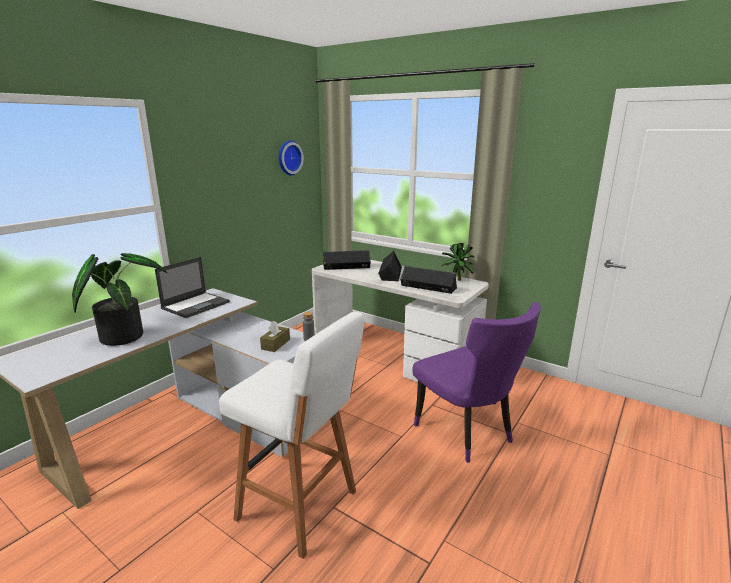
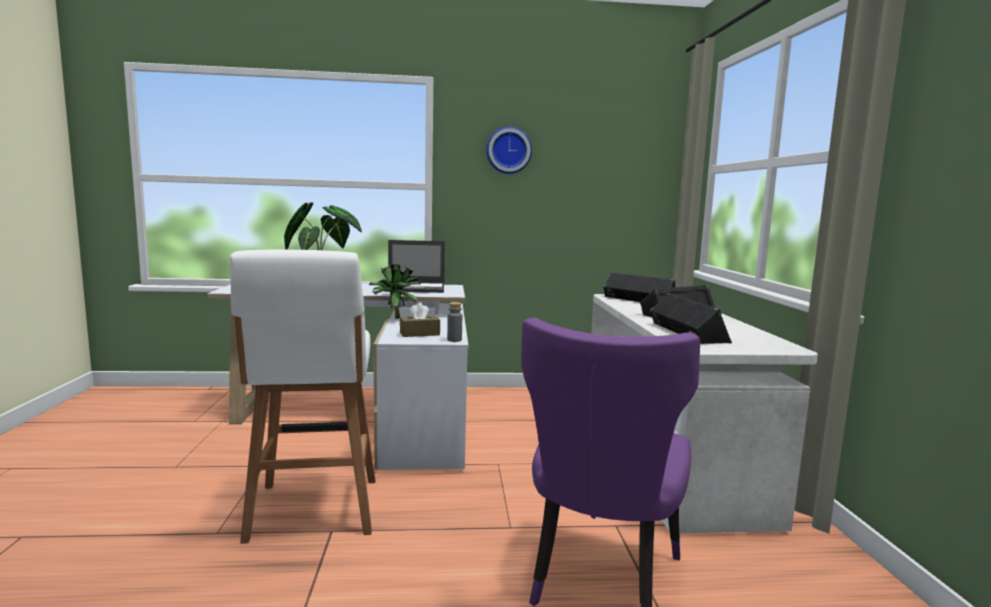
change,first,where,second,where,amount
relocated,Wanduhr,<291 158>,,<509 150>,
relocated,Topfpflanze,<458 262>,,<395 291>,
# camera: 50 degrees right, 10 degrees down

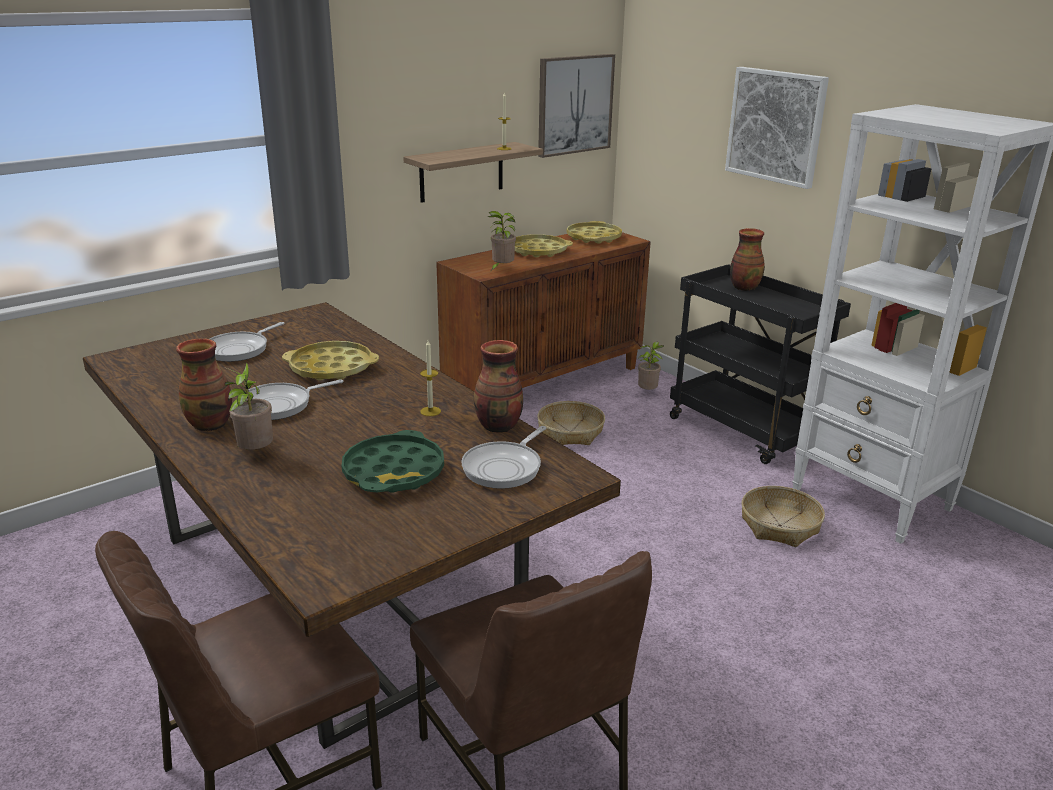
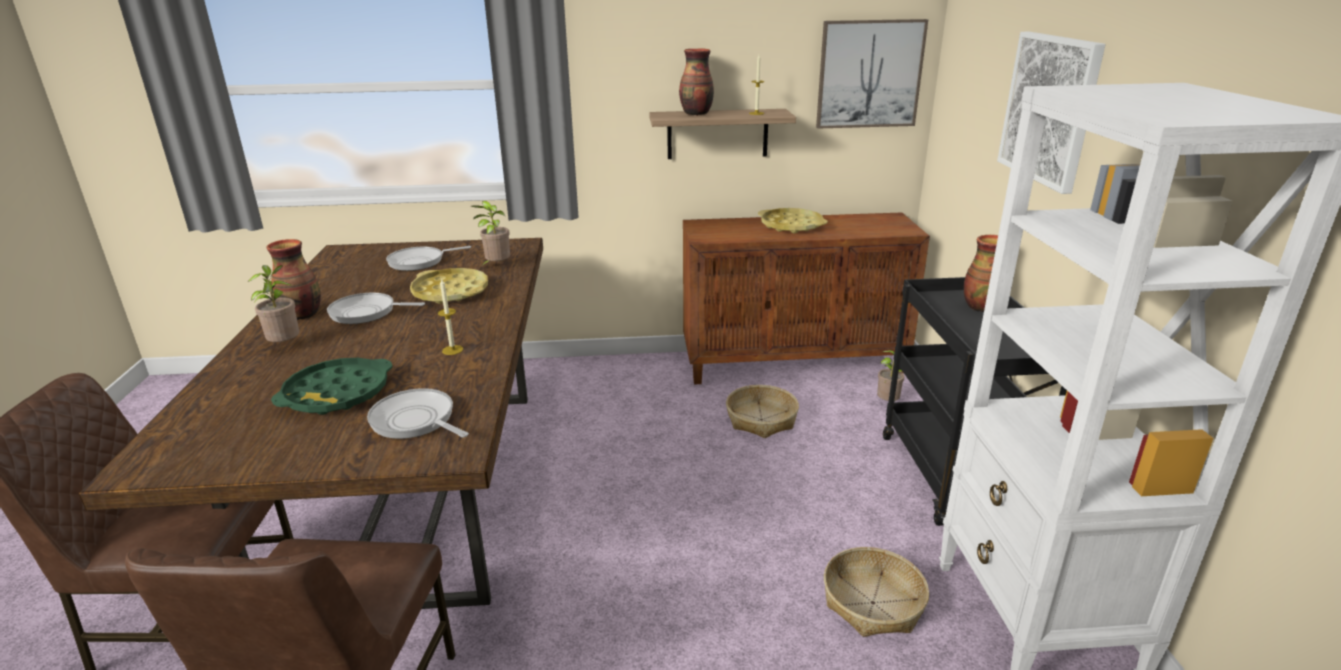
change,first,where,second,where,amount
missing,Tablett (gelb),<594 232>,,,
relocated,Vase,<498 386>,,<696 82>,
relocated,Topfpflanze,<502 241>,,<490 233>,
spun,Pfanne,<504 457>,,<418 413>,60 degrees clockwise
# camera: 35 degrees right, 0 degrees up

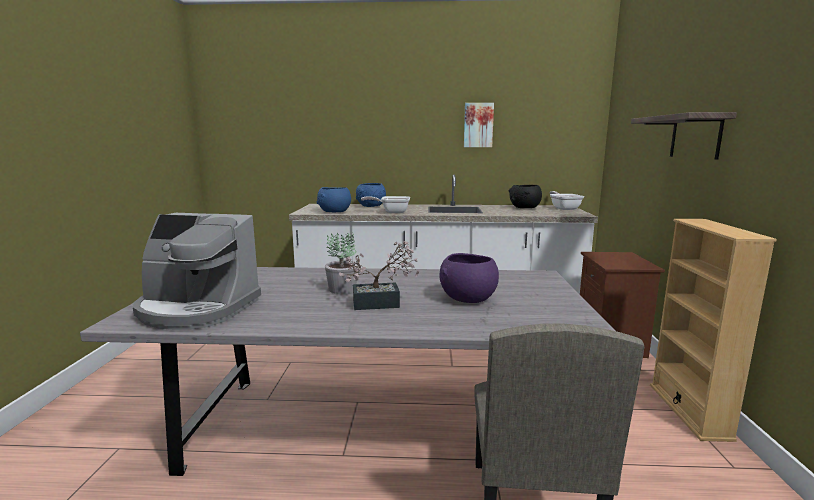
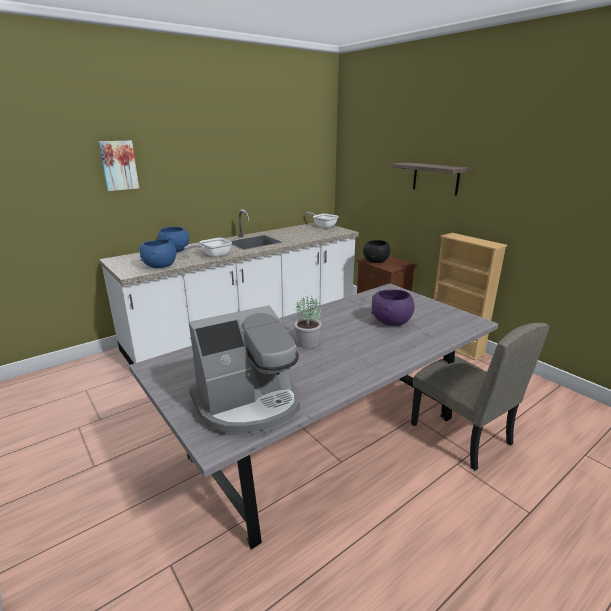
change,first,where,second,where,amount
missing,Topfpflanze,<379 275>,,,
relocated,Bild,<479 125>,,<118 166>,
relocated,Schüssel (schwarz),<525 196>,,<376 251>,
# camera: 40 degrees left, 10 degrees up

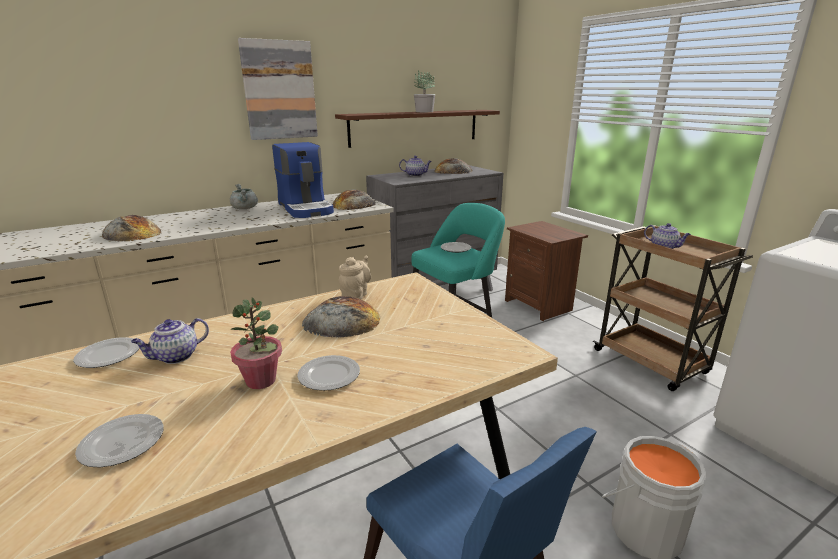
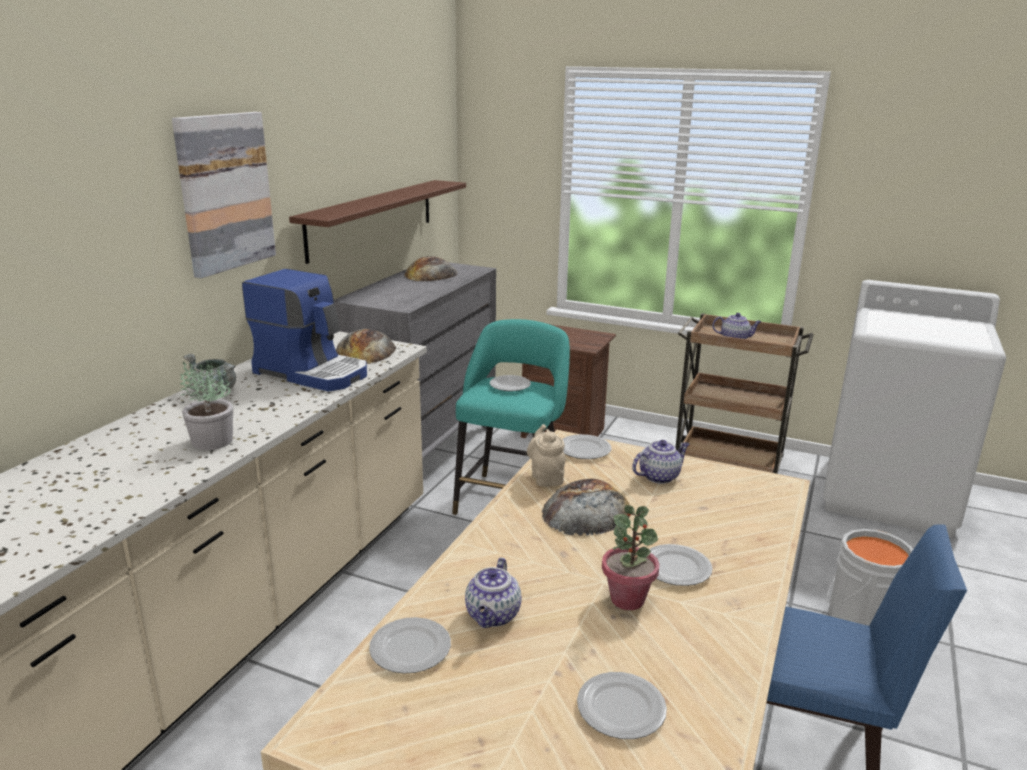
change,first,where,second,where,amount
missing,Brot,<131 228>,,,
appeared,,,Teller,<587 446>,
relocated,Teekanne,<415 166>,,<660 462>,
relocated,Topfpflanze,<424 91>,,<206 405>,
# camera: 35 degrees left, 0 degrees up

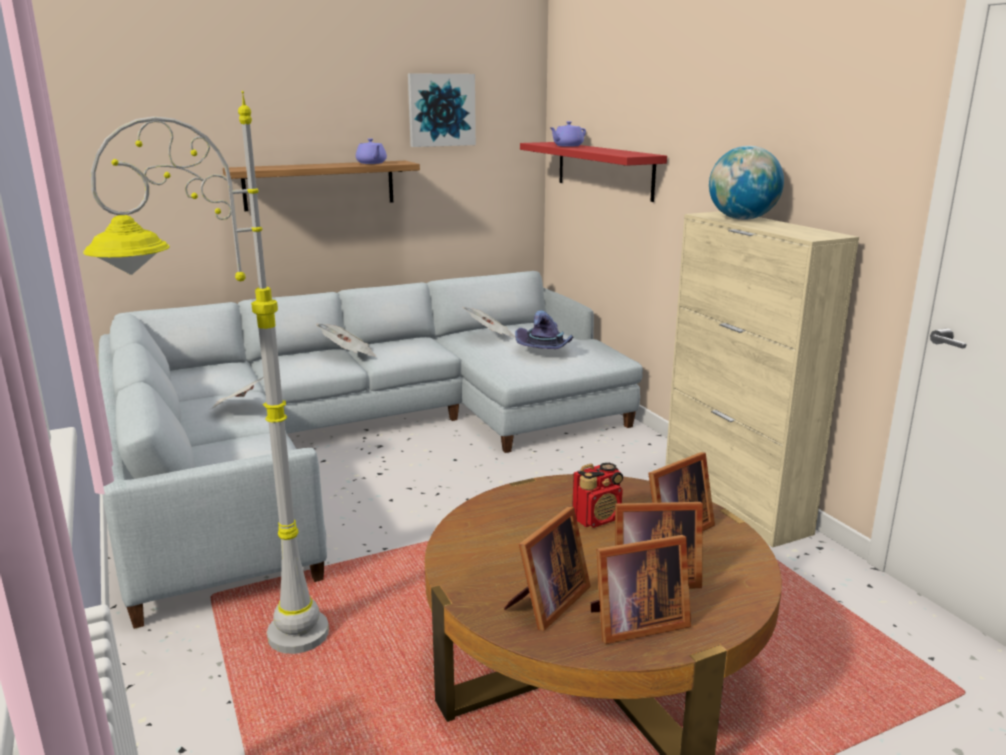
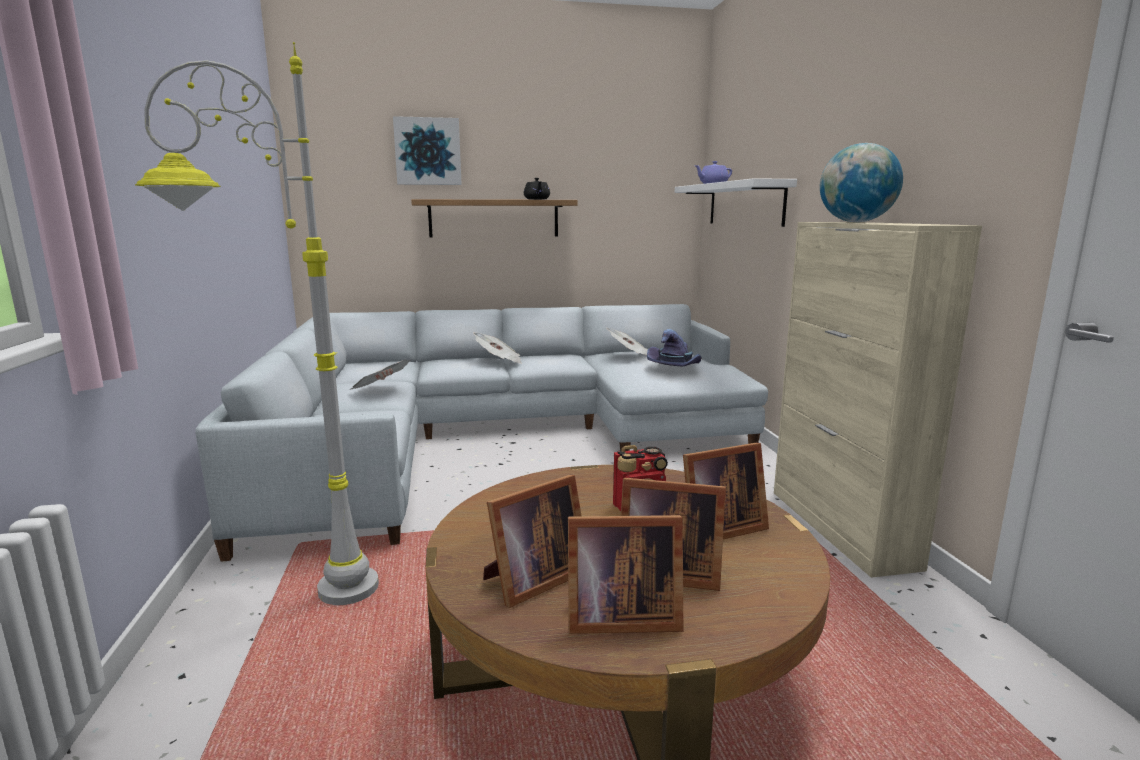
change,first,where,second,where,amount
relocated,Bild,<442 110>,,<427 150>,
colour,Teekanne (lila),<371 151>,Teekanne (schwarz),<537 189>,
colour,Wandregal (rot),<593 172>,Wandregal (weiß),<736 202>,
# camera: 15 degrees right, 5 degrees down

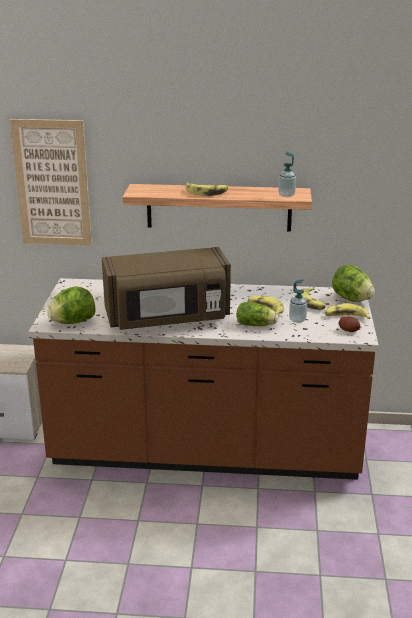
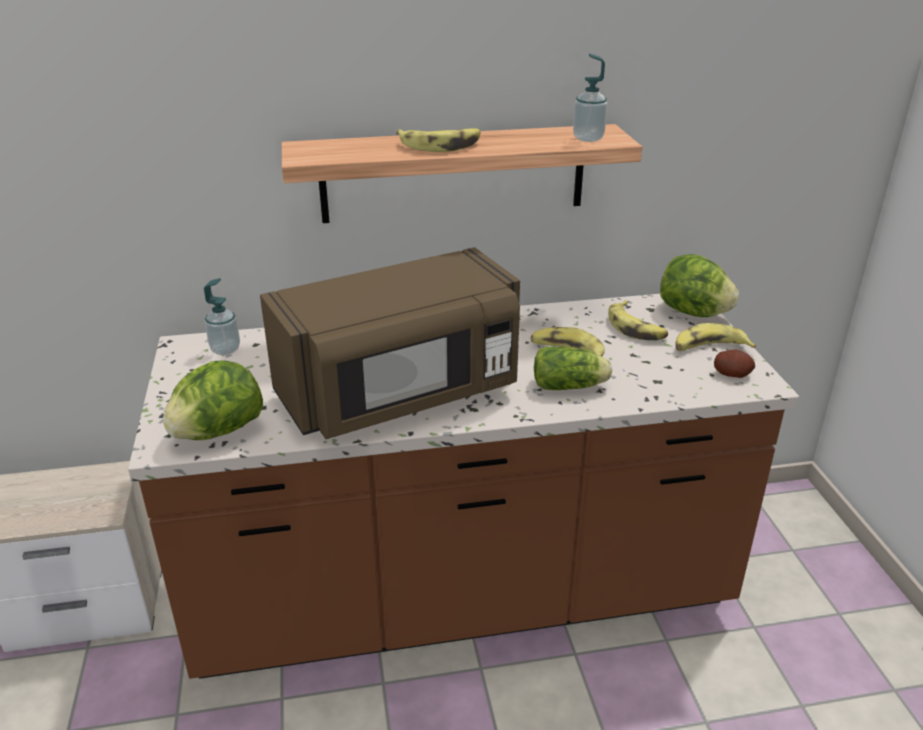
change,first,where,second,where,amount
missing,Bild,<51 182>,,,
relocated,Seifenspender,<298 301>,,<222 316>,
# camera: 15 degrees left, 5 degrees up

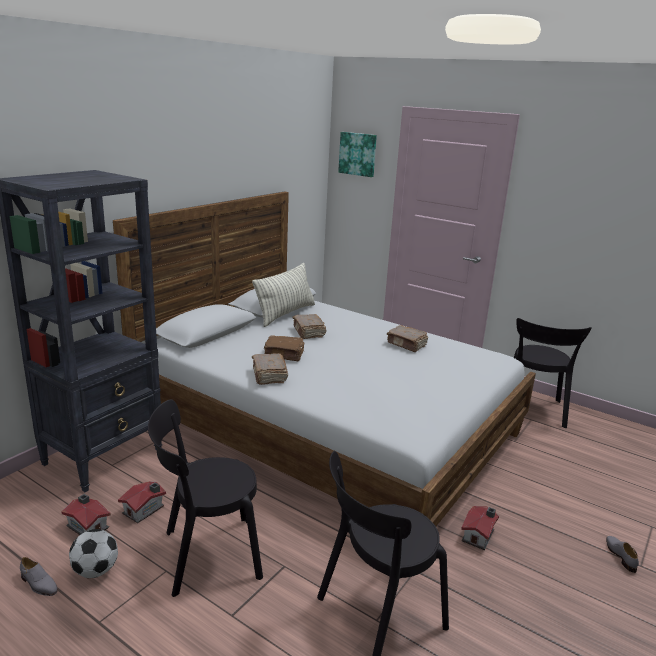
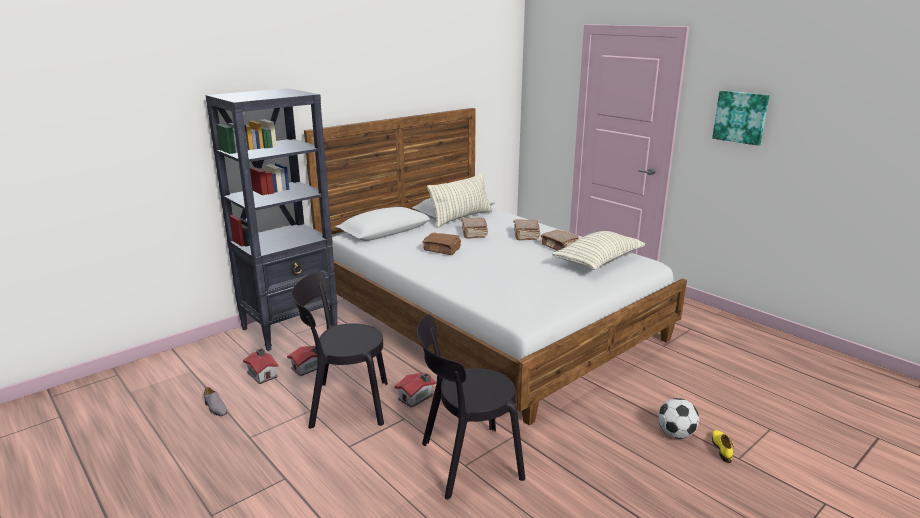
change,first,where,second,where,amount
missing,Stuhl (schwarz),<553 373>,,,
appeared,,,Kissen,<598 250>,
relocated,Fußball,<93 553>,,<678 418>,
relocated,Buch (braun),<270 369>,,<526 229>,
relocated,Bild,<357 154>,,<740 118>,
relocated,Spielzeughaus,<480 528>,,<415 390>,
colour,Schuh (grau),<622 554>,Schuh (gelb),<723 446>,
# camera: 15 degrees right, 0 degrees up

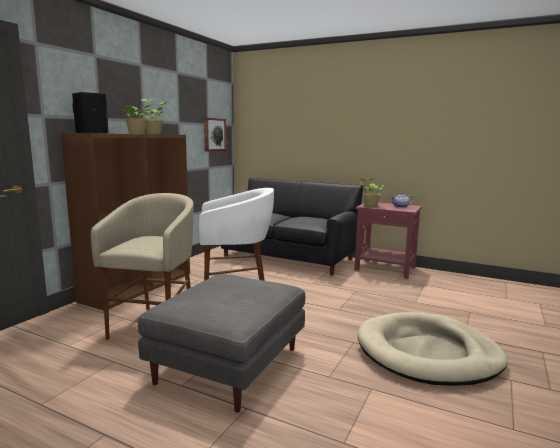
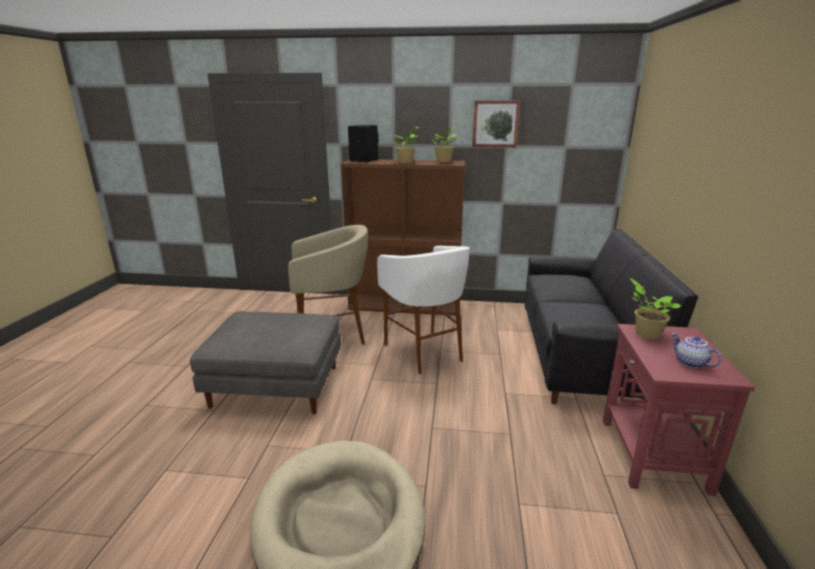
change,first,where,second,where,amount
relocated,Bild,<215 134>,,<496 123>,
# camera: 70 degrees right, 10 degrees up

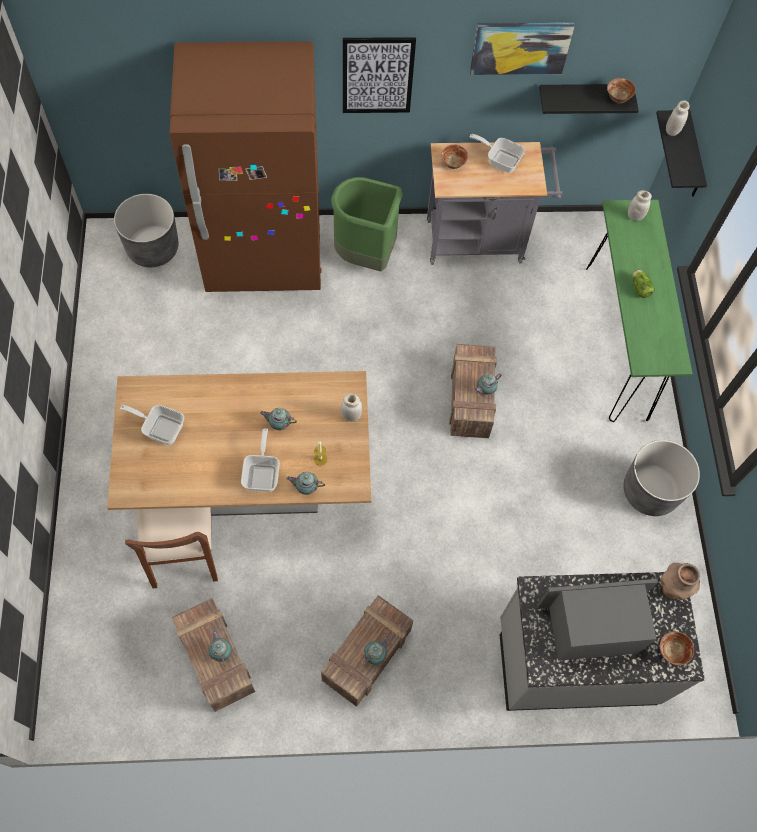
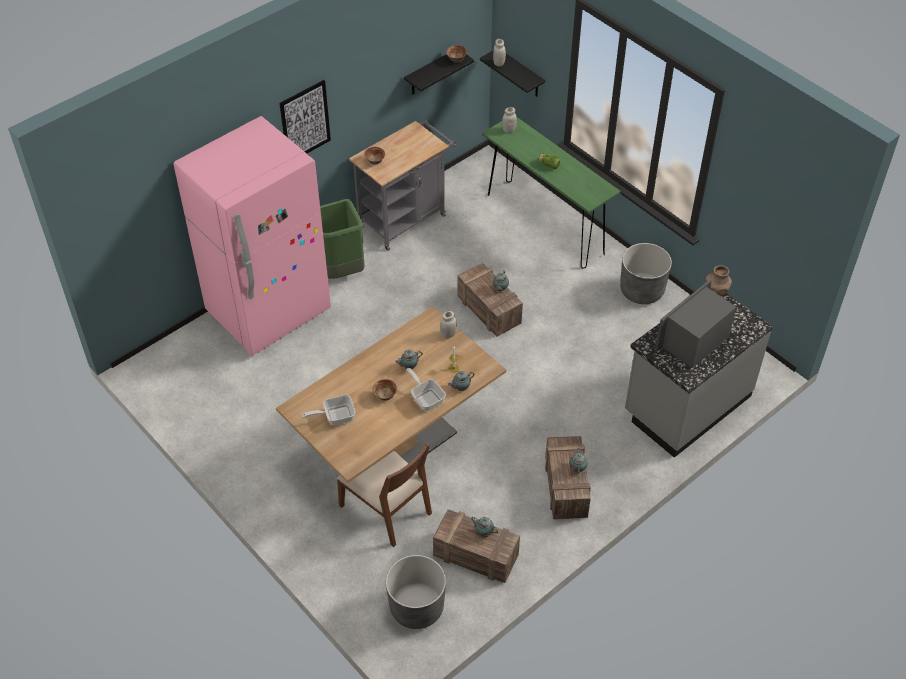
change,first,where,second,where,amount
missing,Pfanne,<497 153>,,,
missing,Bild,<522 49>,,,
relocated,Pflanzkübel (grau),<146 230>,,<416 592>,
relocated,Schüssel,<677 648>,,<384 390>,
colour,Kühlschrank (braun),<246 167>,Kühlschrank (rosa),<252 236>,
# camera: 35 degrees left, 15 degrees down

